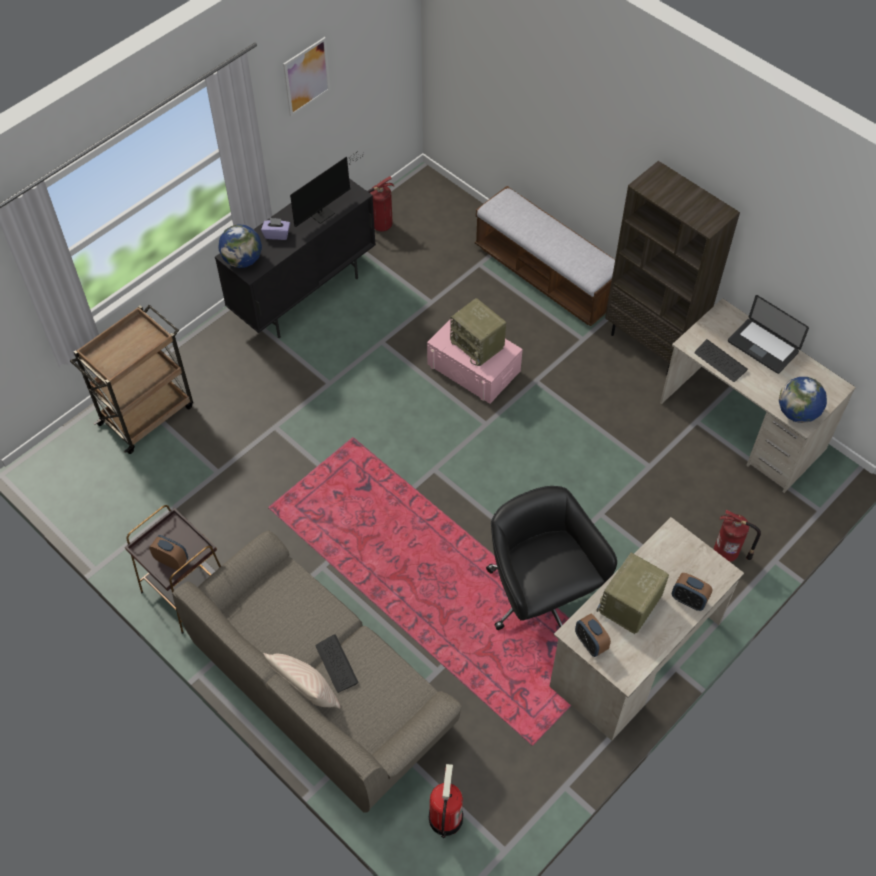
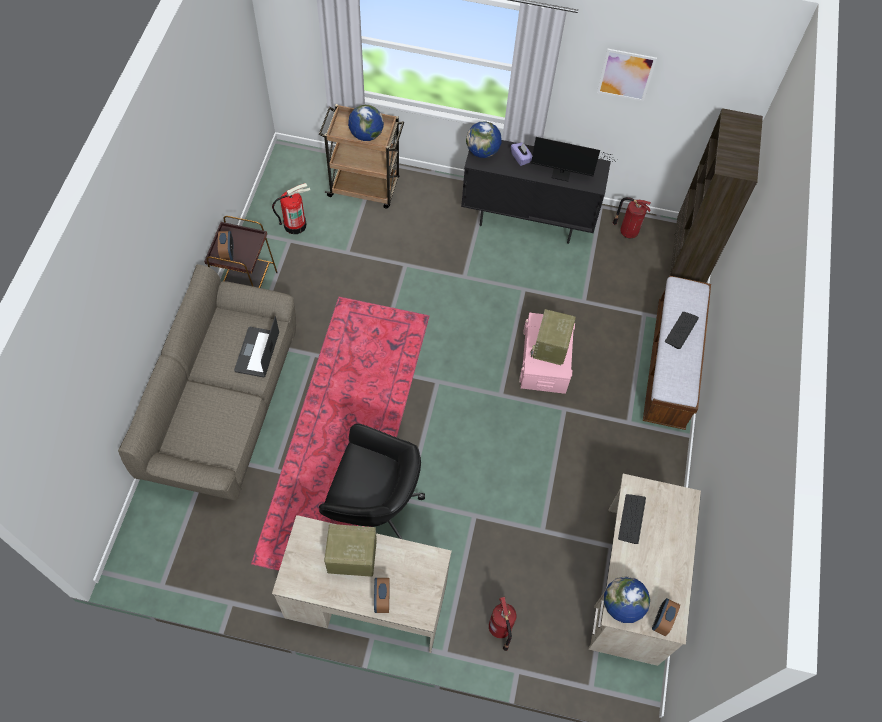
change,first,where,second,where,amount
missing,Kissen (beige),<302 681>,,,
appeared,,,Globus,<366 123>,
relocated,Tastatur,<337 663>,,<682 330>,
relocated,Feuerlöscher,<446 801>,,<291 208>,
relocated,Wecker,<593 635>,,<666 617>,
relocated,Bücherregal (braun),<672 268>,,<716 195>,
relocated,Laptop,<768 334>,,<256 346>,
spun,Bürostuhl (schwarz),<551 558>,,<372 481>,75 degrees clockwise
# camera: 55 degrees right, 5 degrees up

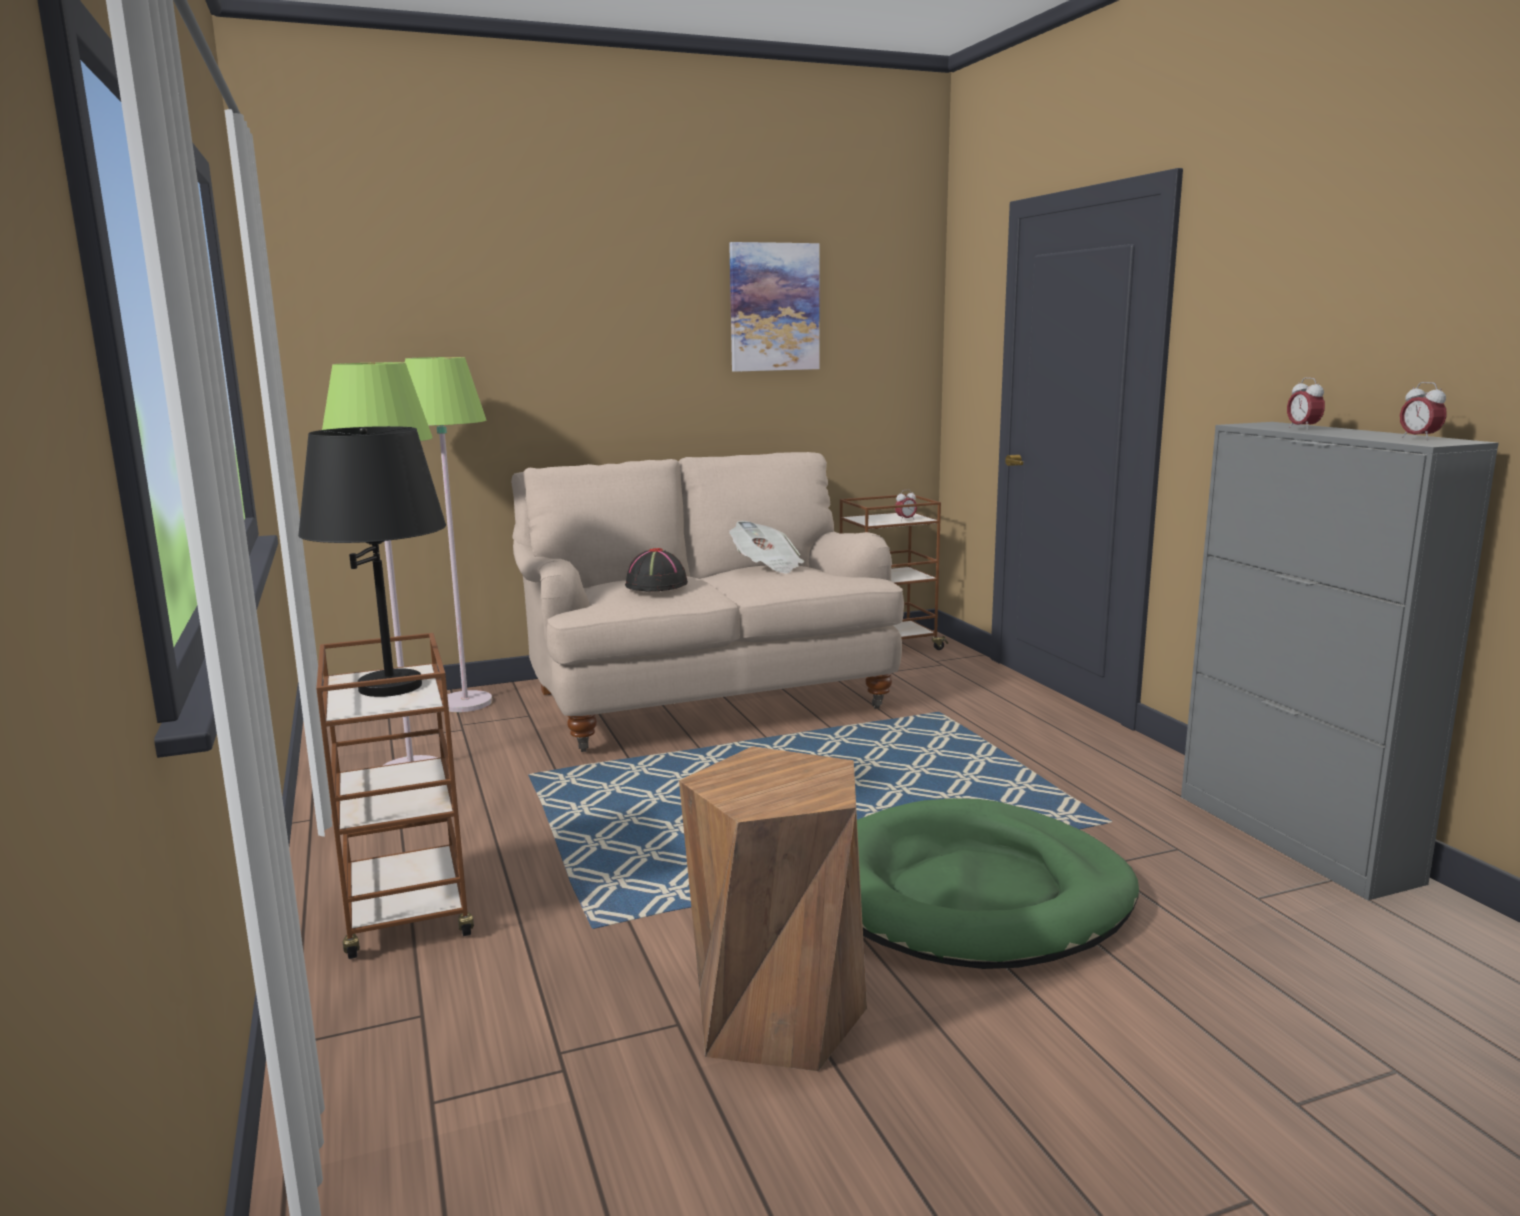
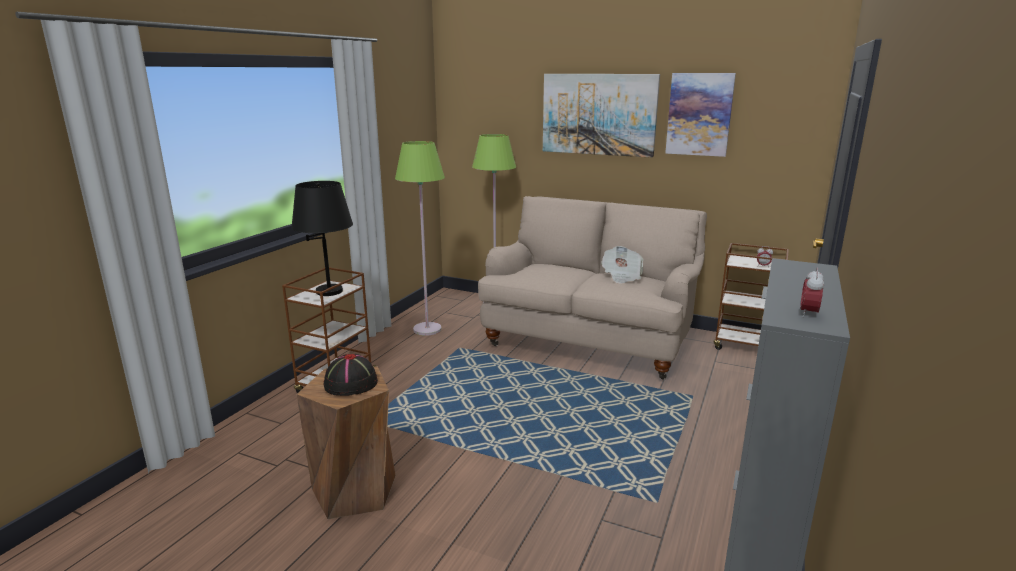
change,first,where,second,where,amount
missing,Hundebett (grün),<998 883>,,,
missing,Wecker,<1306 403>,,,
appeared,,,Bild,<601 116>,
relocated,Hut (schwarz),<656 570>,,<351 375>,
# camera: 45 degrees right, 5 degrees up

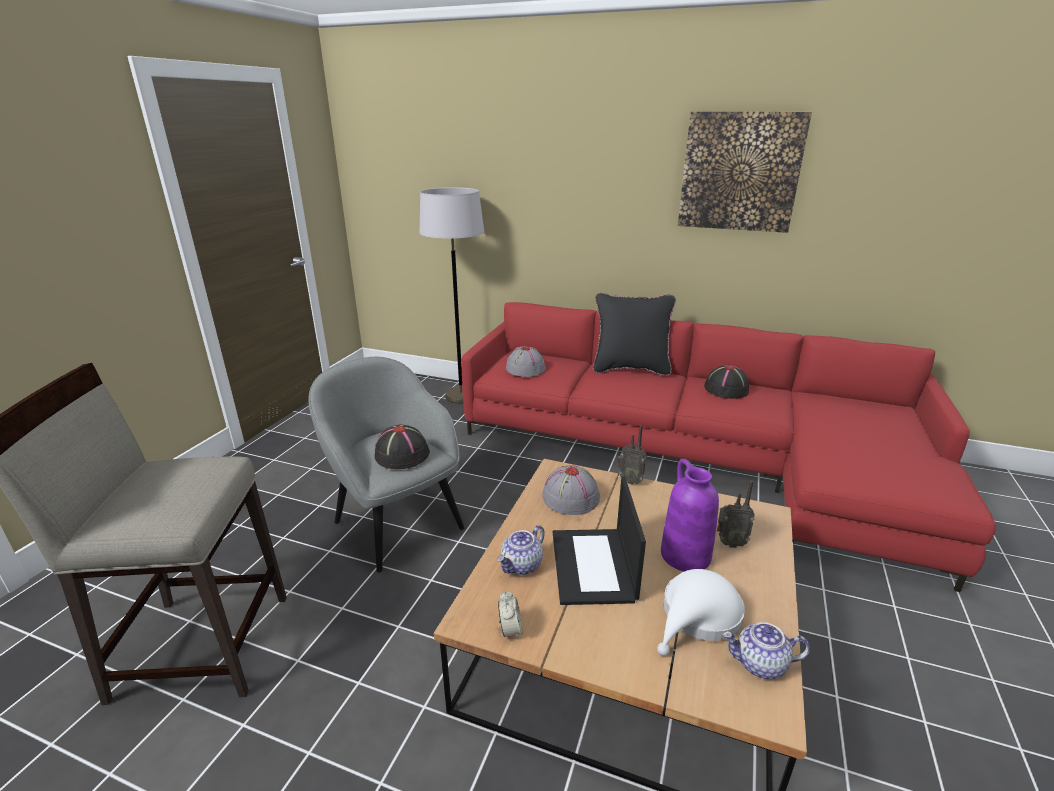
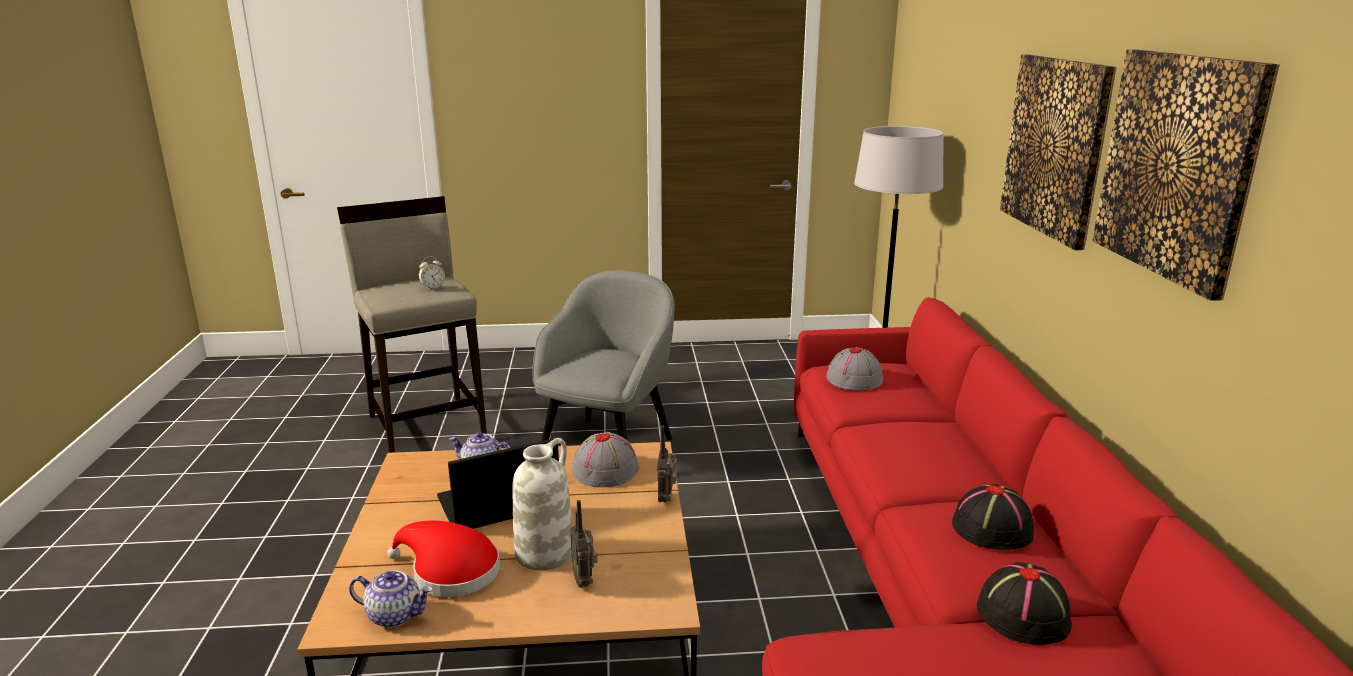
change,first,where,second,where,amount
missing,Kissen (schwarz),<634 334>,,,
appeared,,,Bild,<1058 152>,
relocated,Hut (schwarz),<402 446>,,<1024 603>,
relocated,Wecker,<510 615>,,<432 273>,
colour,Hut (weiß),<701 612>,Hut (rot),<443 558>,
colour,Vase (lila),<690 515>,Vase (weiß),<542 504>,
spun,Teekanne,<766 650>,,<391 599>,120 degrees clockwise
# camera: 65 degrees right, 5 degrees down

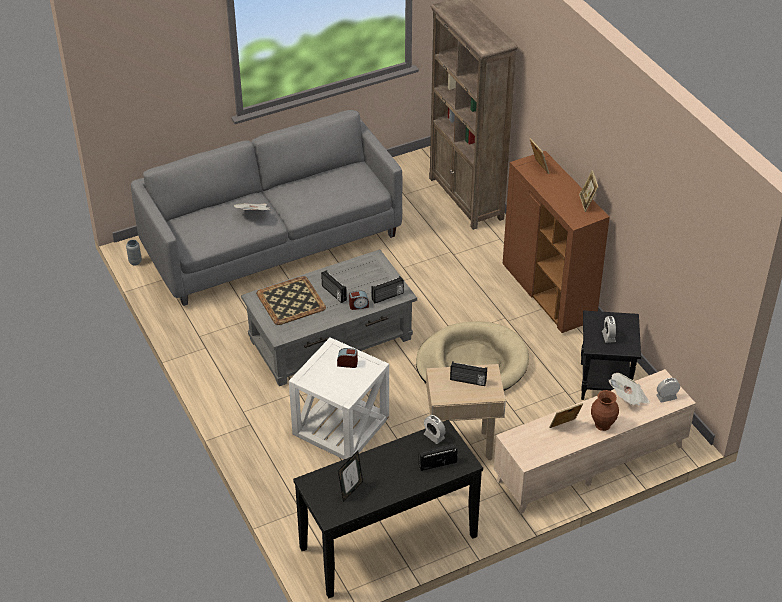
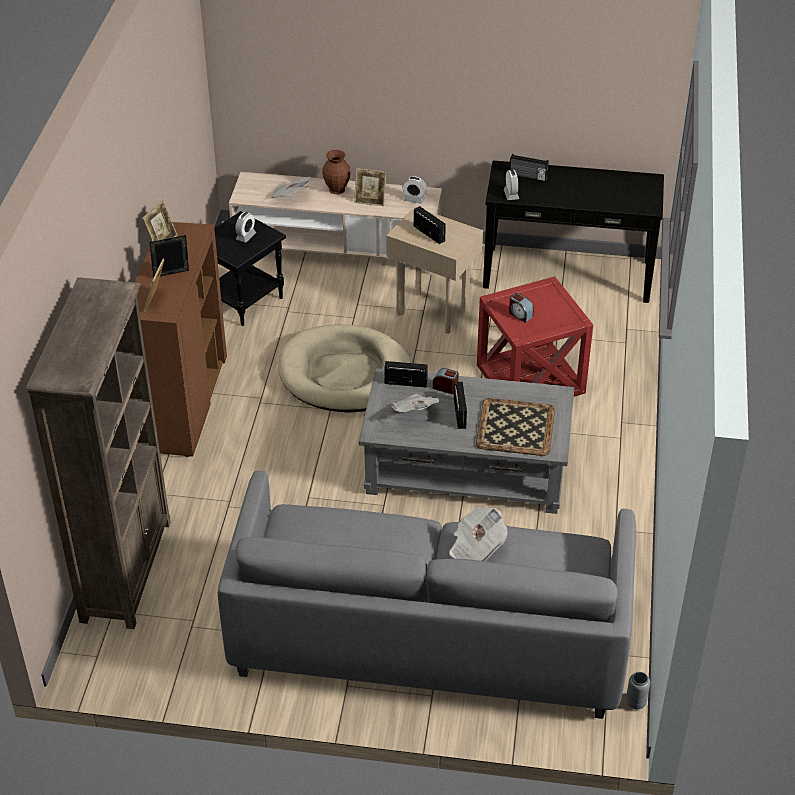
change,first,where,second,where,amount
appeared,,,Zeitung,<415 403>,
relocated,Bilderrahmen,<350 476>,,<169 256>,
relocated,Wecker,<668 390>,,<414 190>,
colour,Beistelltisch (weiß),<339 398>,Beistelltisch (rot),<535 337>,
# camera: 145 degrees left, 0 degrees up

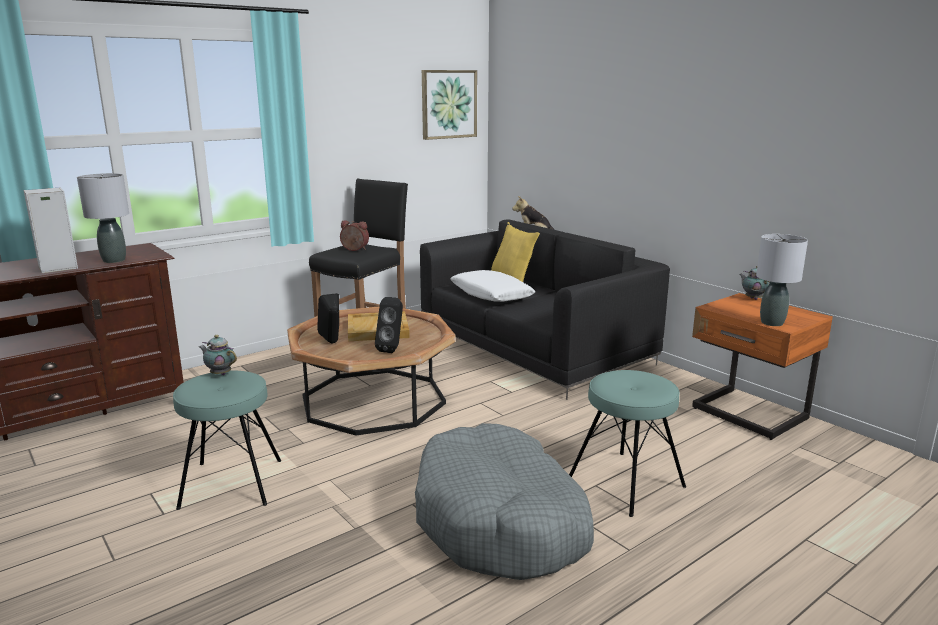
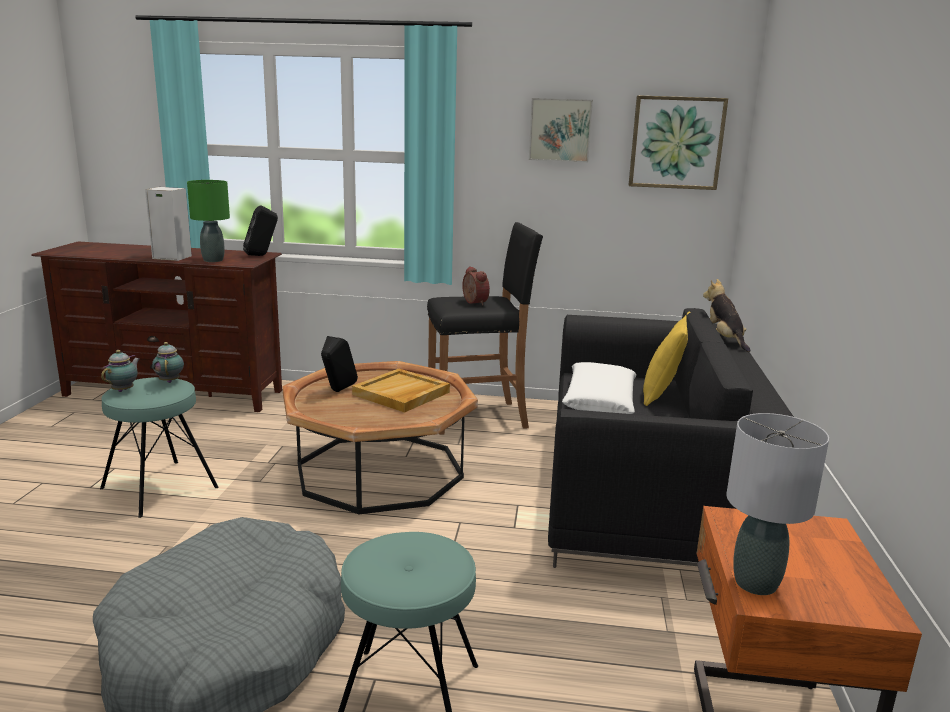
change,first,where,second,where,amount
appeared,,,Bild,<561 130>,
relocated,Lautsprecher (schwarz),<389 325>,,<260 230>,
relocated,Teekanne,<754 283>,,<120 371>,
colour,Tischlampe (grau),<103 218>,Tischlampe (grün),<208 221>,
# camera: 45 degrees right, 0 degrees up

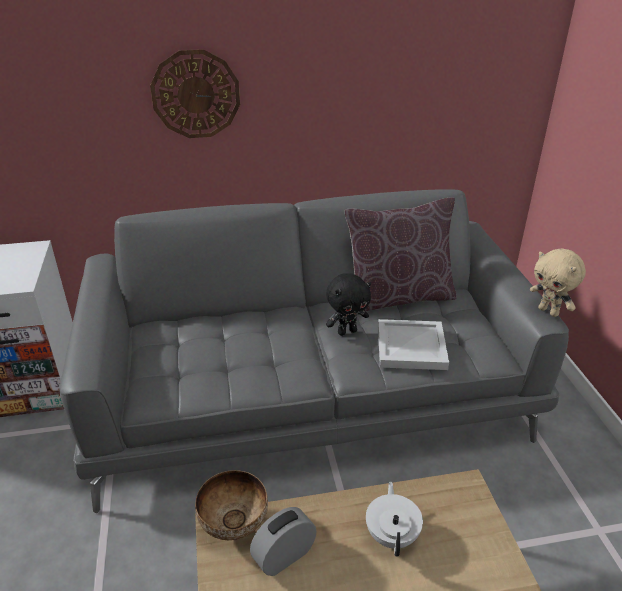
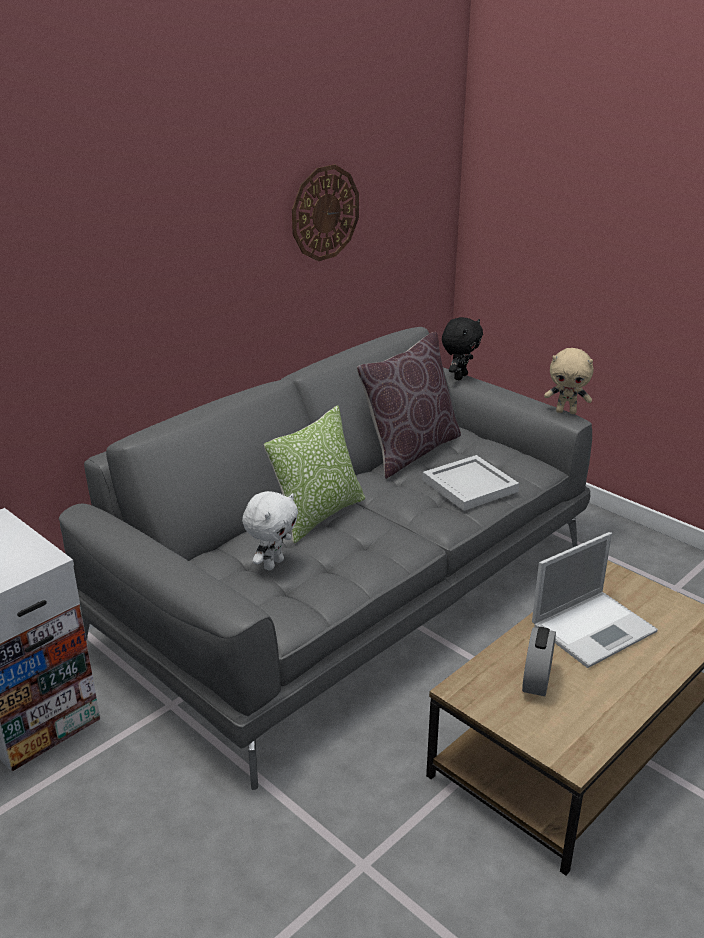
change,first,where,second,where,amount
missing,Schüssel,<231 505>,,,
appeared,,,Plüschtier (weiß),<270 530>,
appeared,,,Kissen,<314 474>,
relocated,Wanduhr,<195 93>,,<325 212>,
relocated,Plüschtier (schwarz),<348 304>,,<462 348>,
exchanged,Teekanne (weiß),<394 518>,Laptop,<595 600>,
# camera: 35 degrees left, 5 degrees down

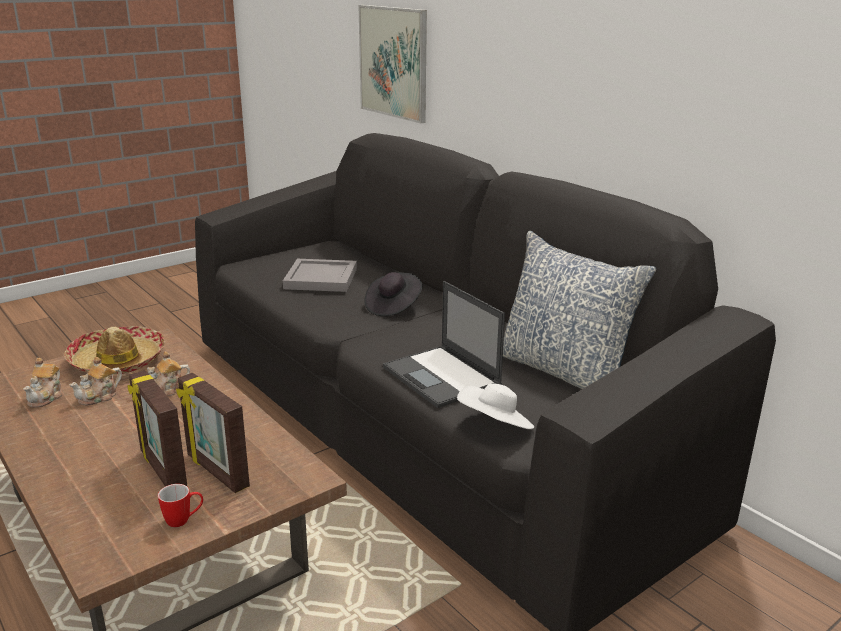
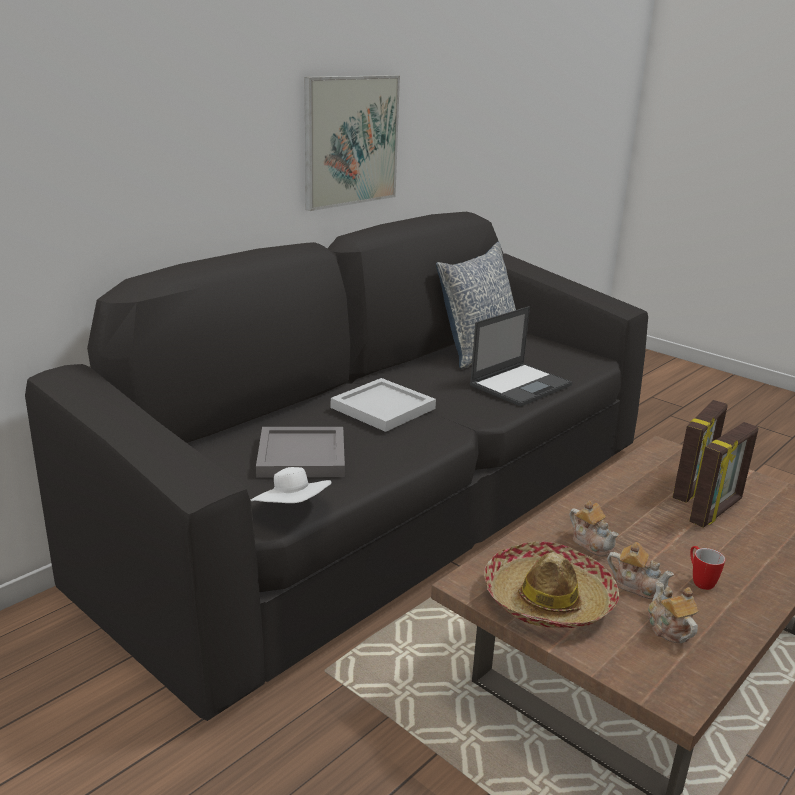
change,first,where,second,where,amount
relocated,Henkelbecher,<180 505>,,<707 568>,
relocated,Bild,<393 64>,,<352 143>,
relocated,Hut (weiß),<495 406>,,<291 485>,
exchanged,Hut (schwarz),<393 294>,Tablett (weiß),<383 405>,
spun,Teekanne,<42 383>,,<673 612>,105 degrees counterclockwise
# camera: 100 degrees left, 0 degrees up

